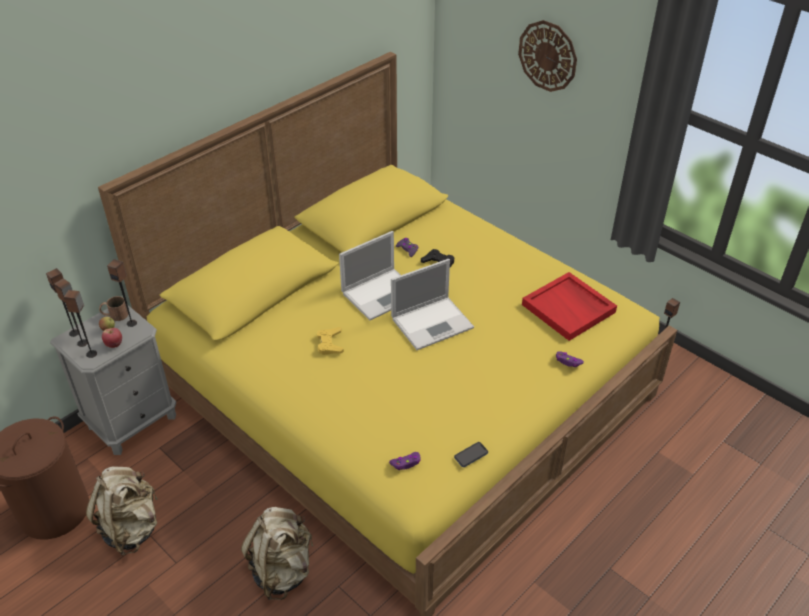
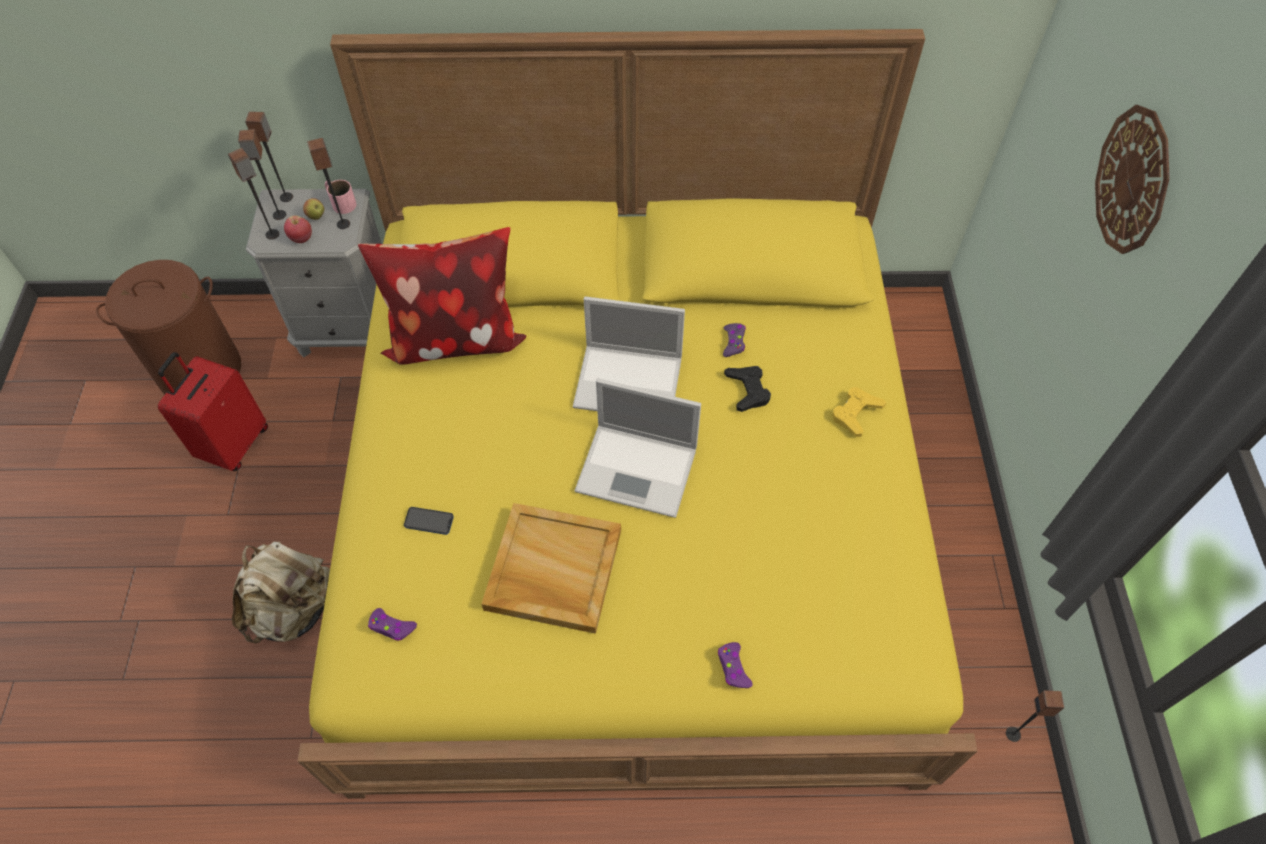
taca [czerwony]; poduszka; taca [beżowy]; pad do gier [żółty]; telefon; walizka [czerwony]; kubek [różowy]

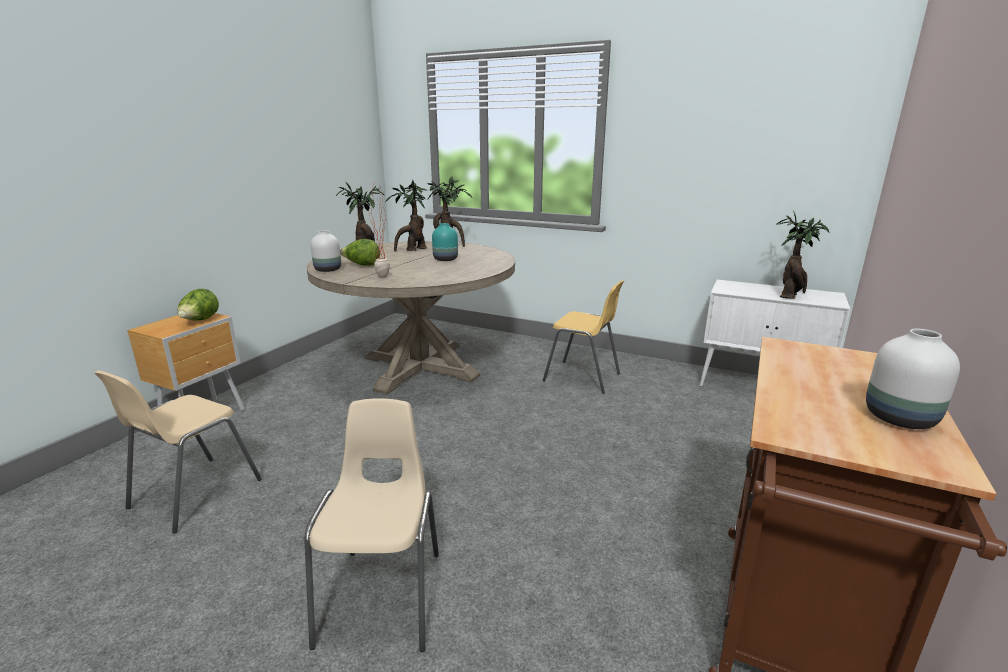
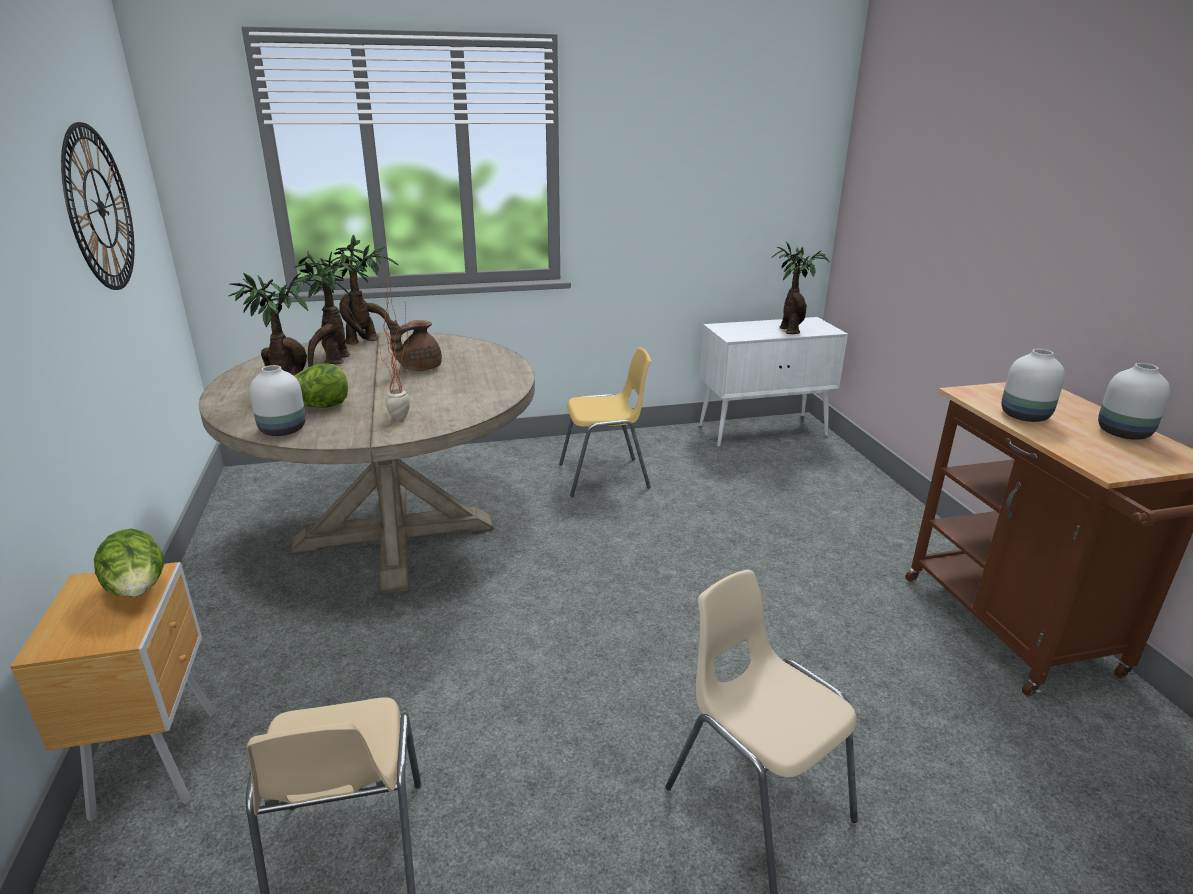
zegar ścienny; wazon [biały] (no. 2 from left); imbryk [brązowy]

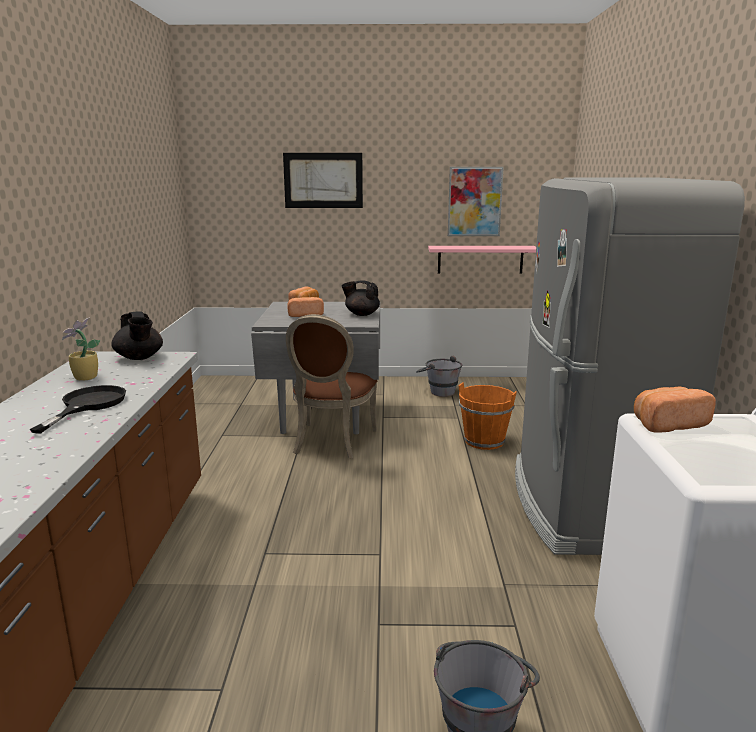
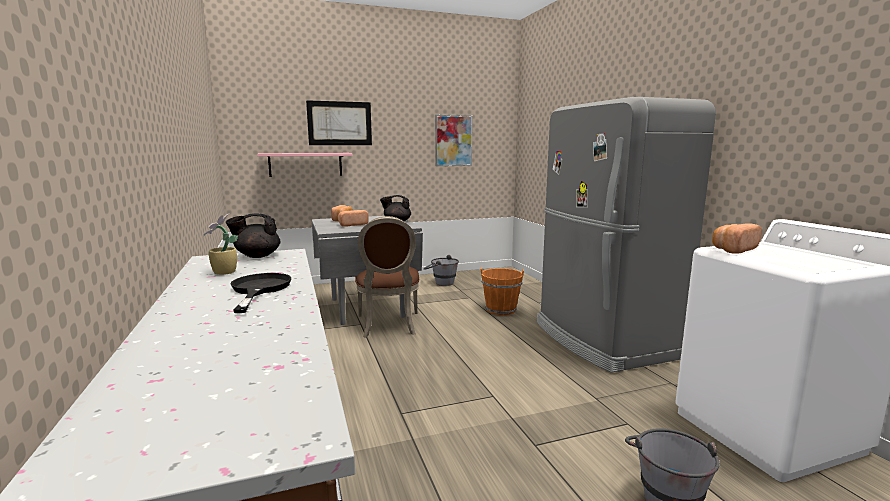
półka [różowy]; imbryk [czarny] (no. 1 from left)

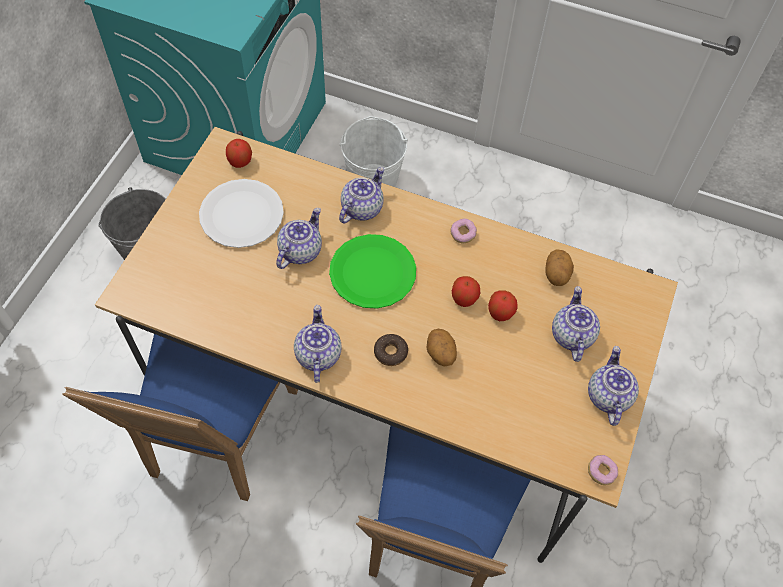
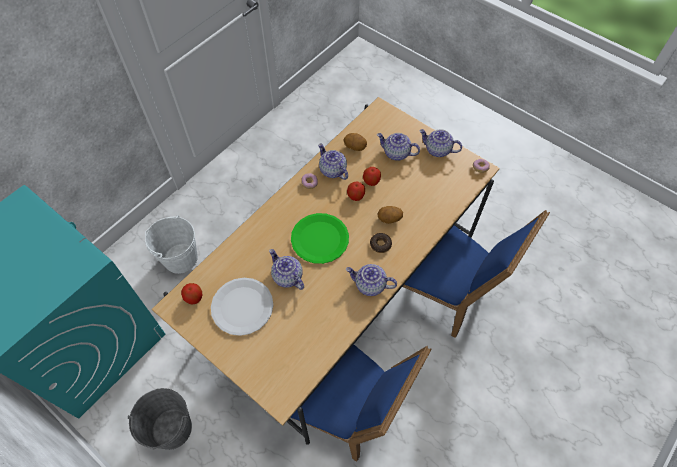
imbryk (no. 2 from left)

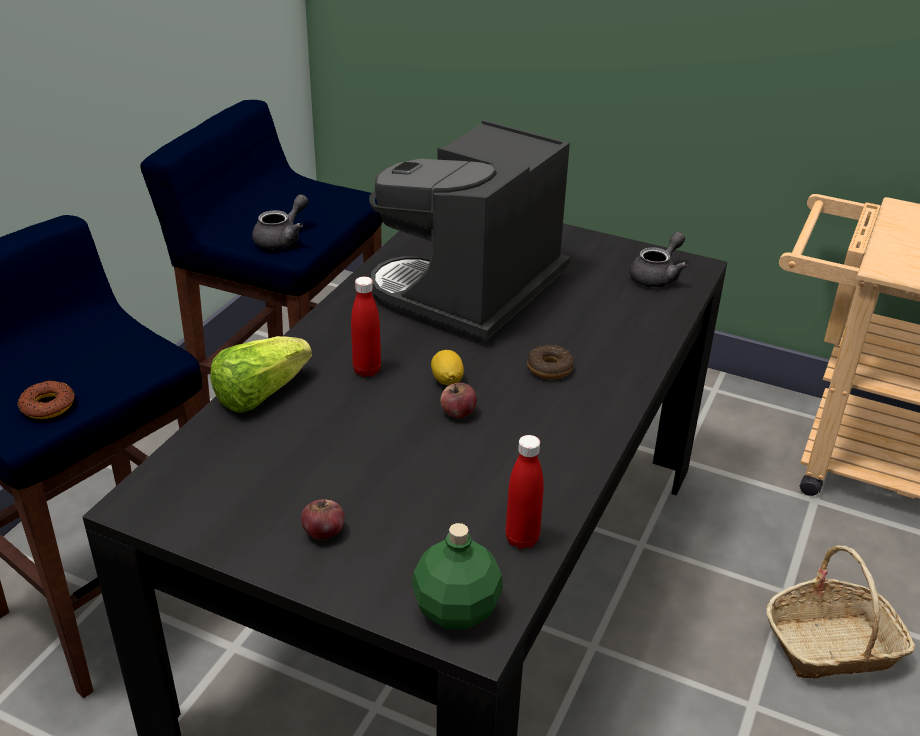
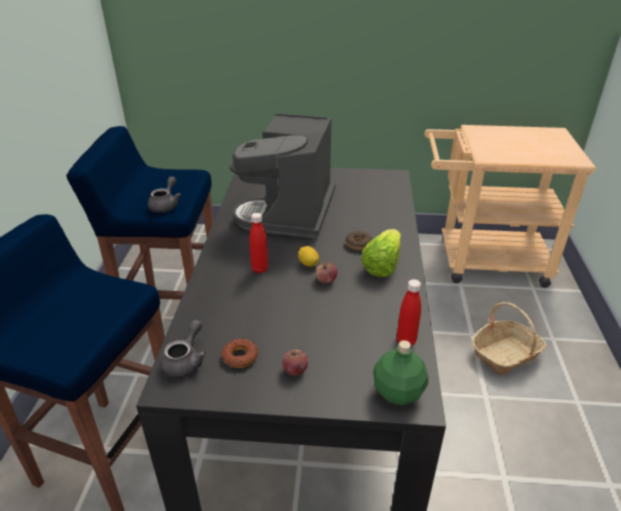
donut (no. 1 from left); sałata; imbryk [szary] (no. 2 from left)

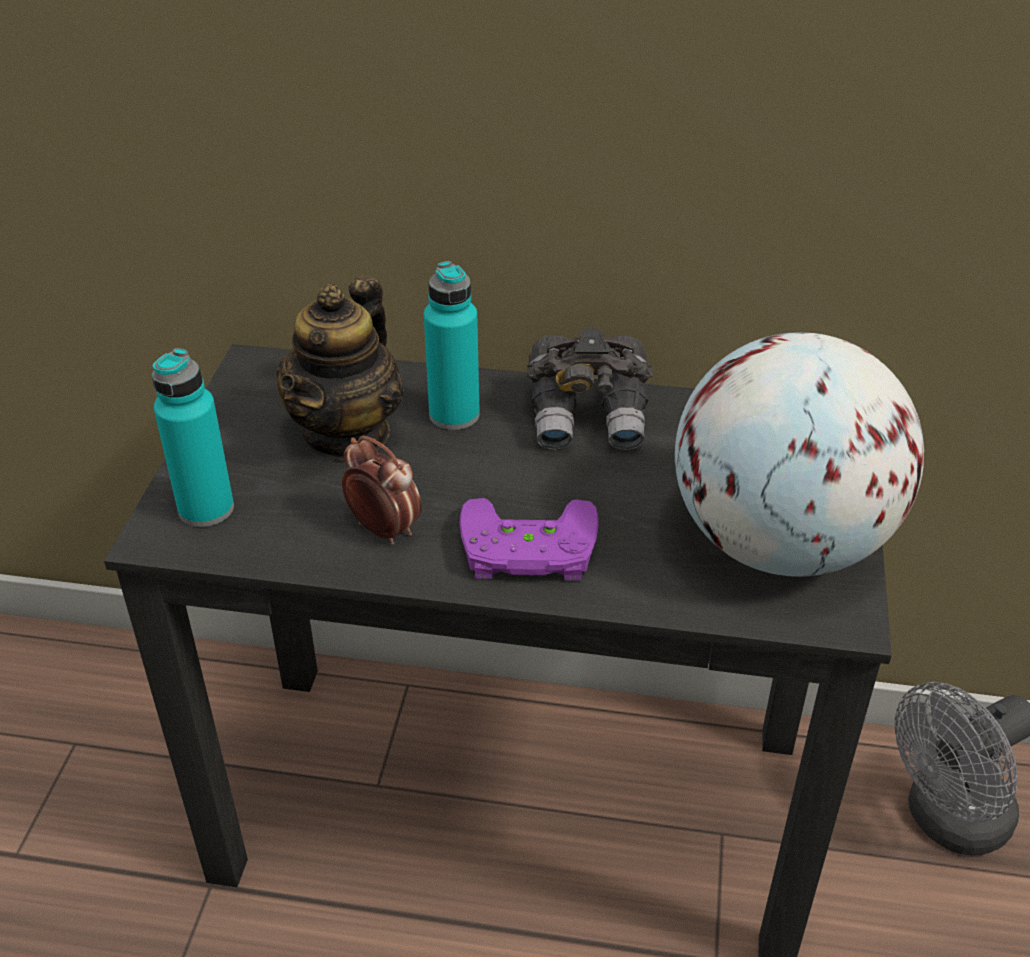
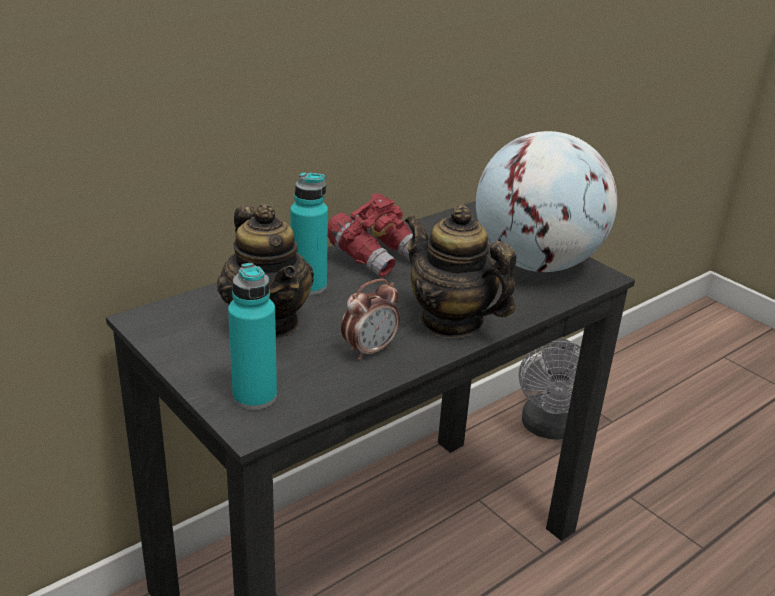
imbryk (no. 2 from left); lornetka [czerwony]; budzik

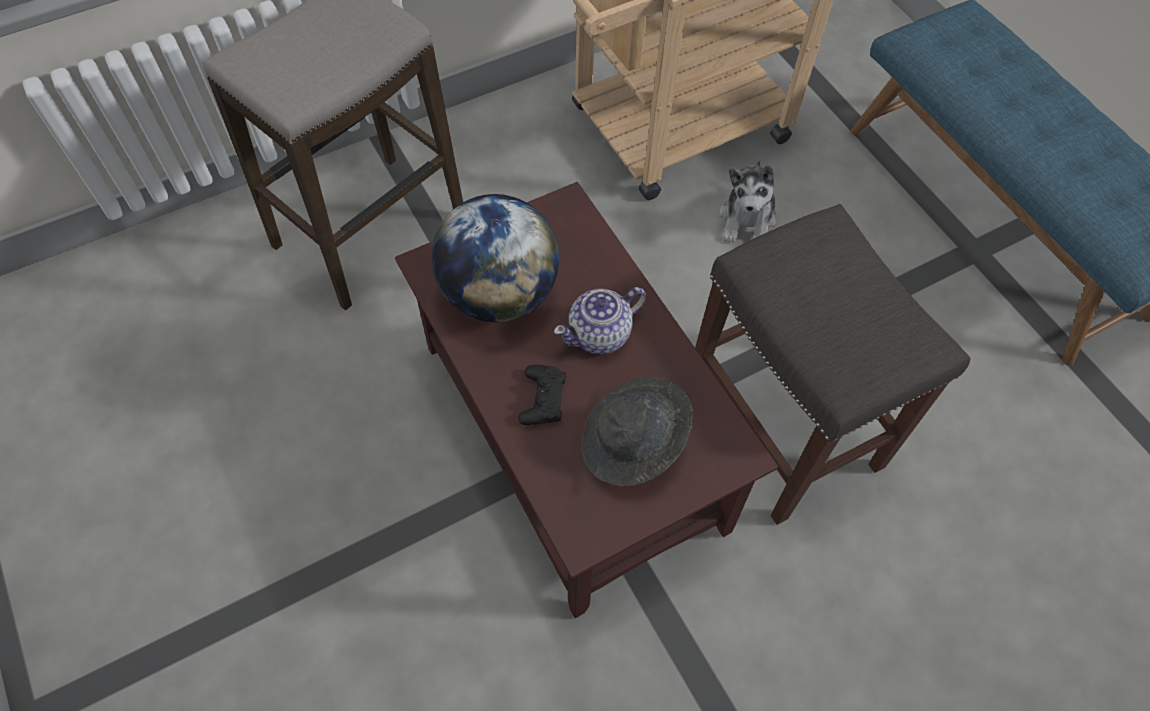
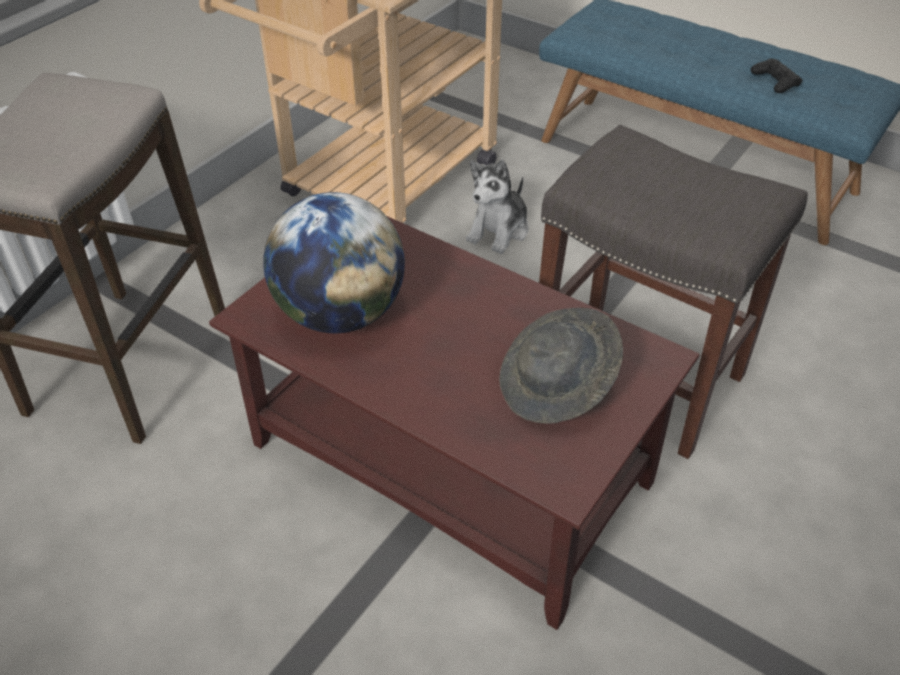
imbryk; pad do gier [czarny]; pluszak

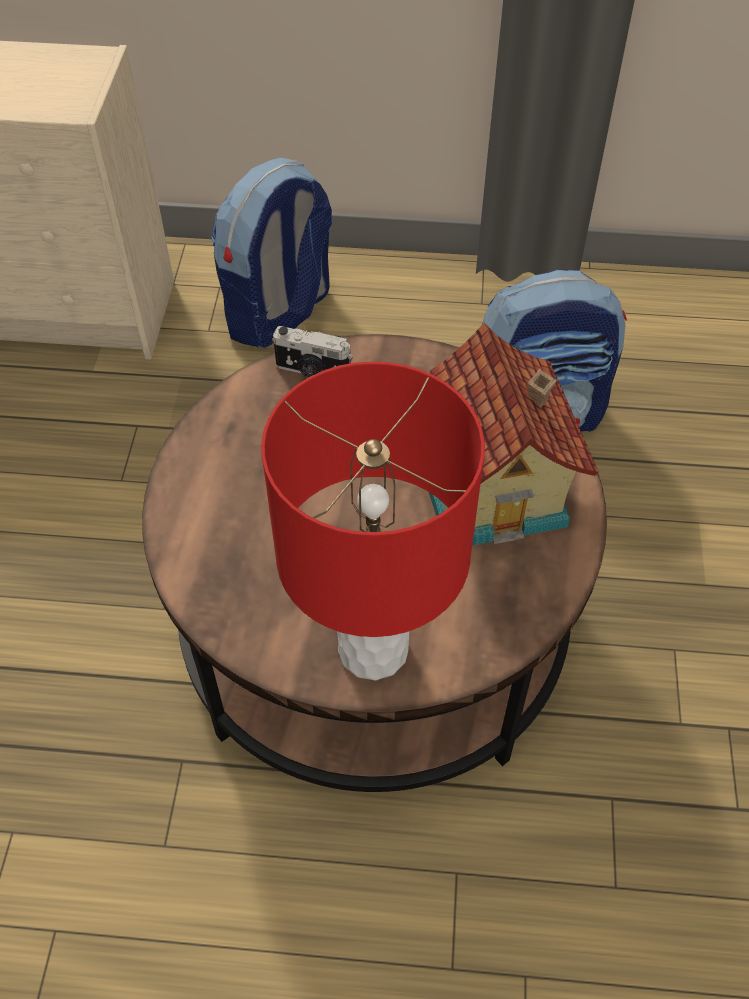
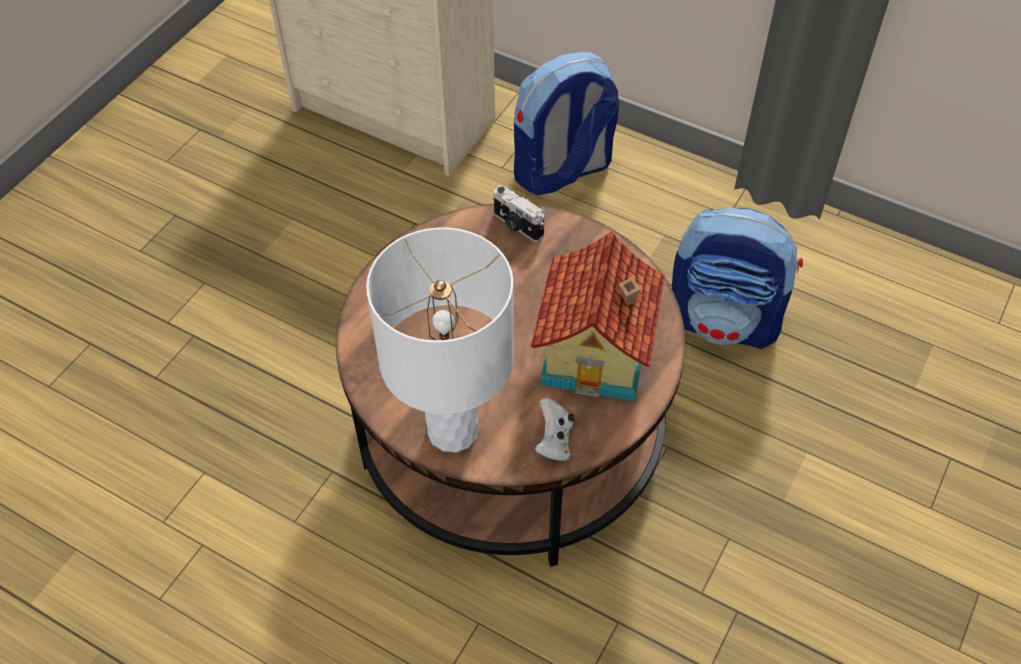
pad do gier [biały]; lampa stołowa [biały]

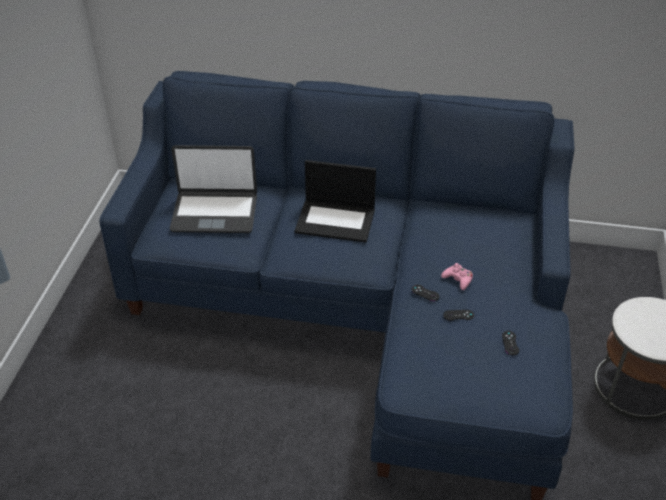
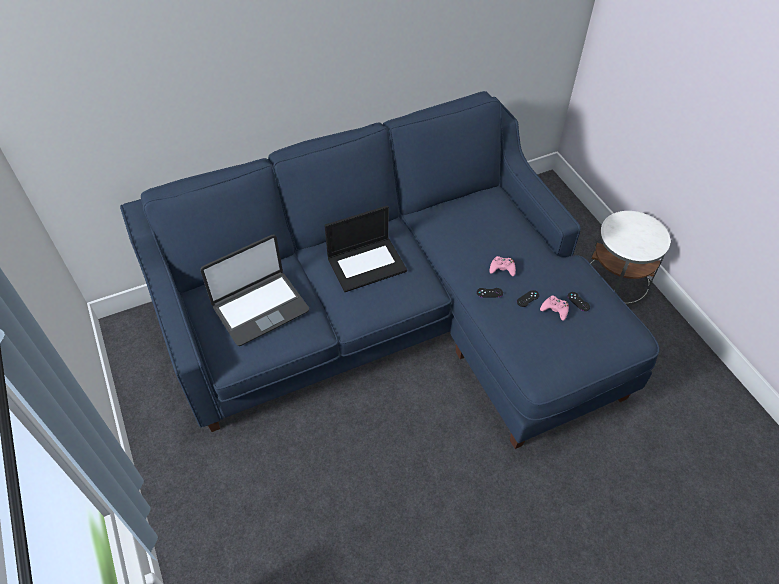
pad do gier [różowy] (no. 2 from left)

